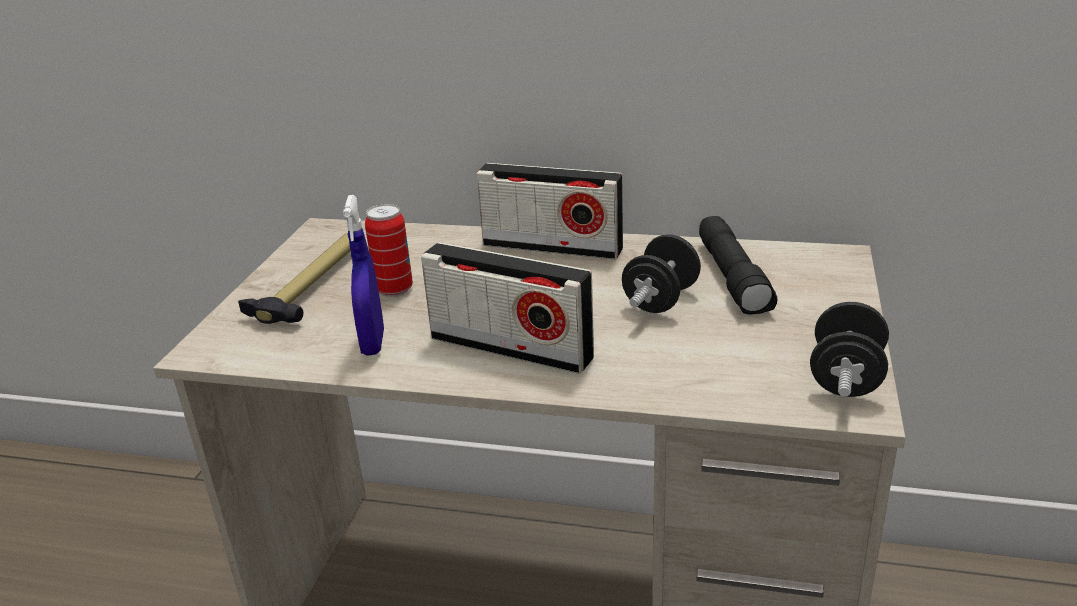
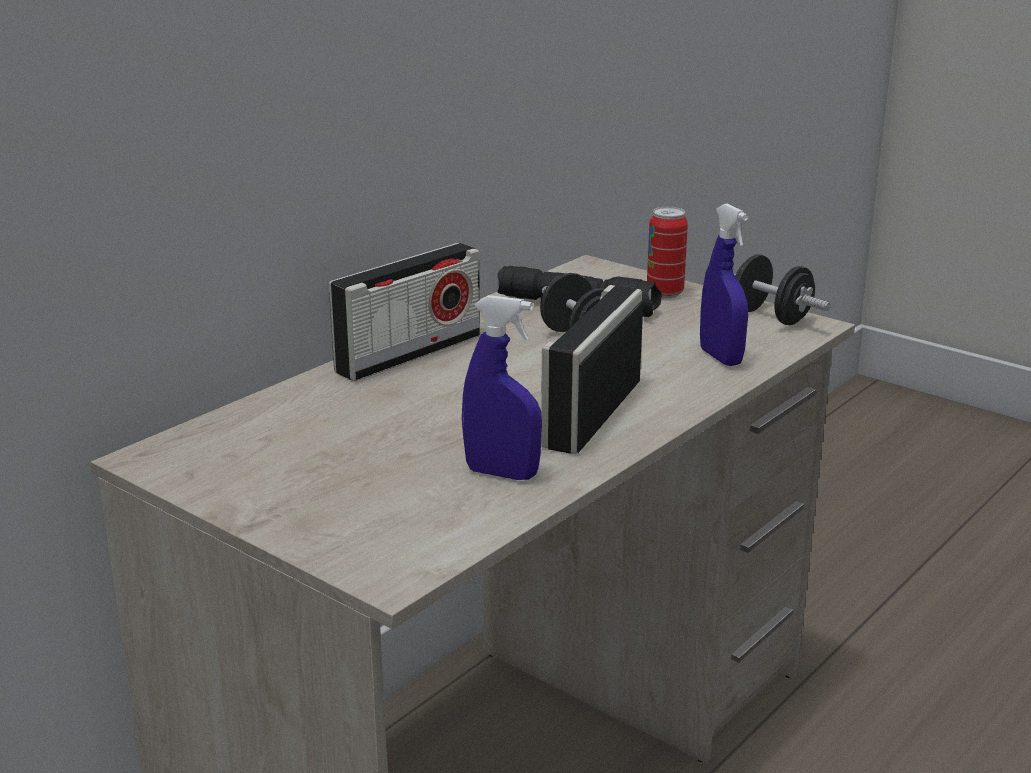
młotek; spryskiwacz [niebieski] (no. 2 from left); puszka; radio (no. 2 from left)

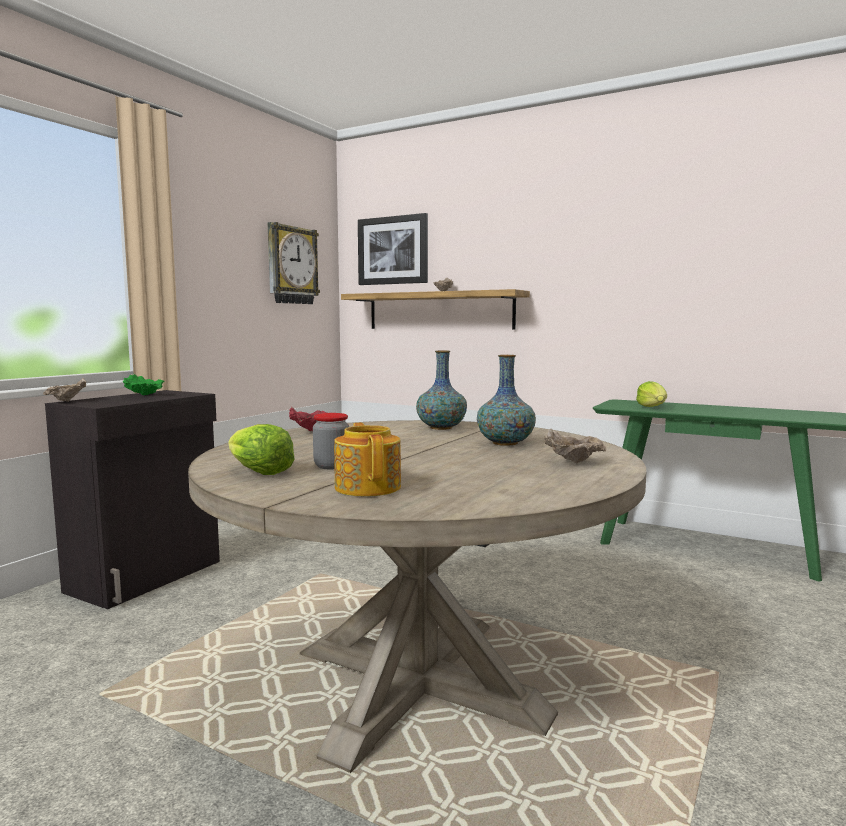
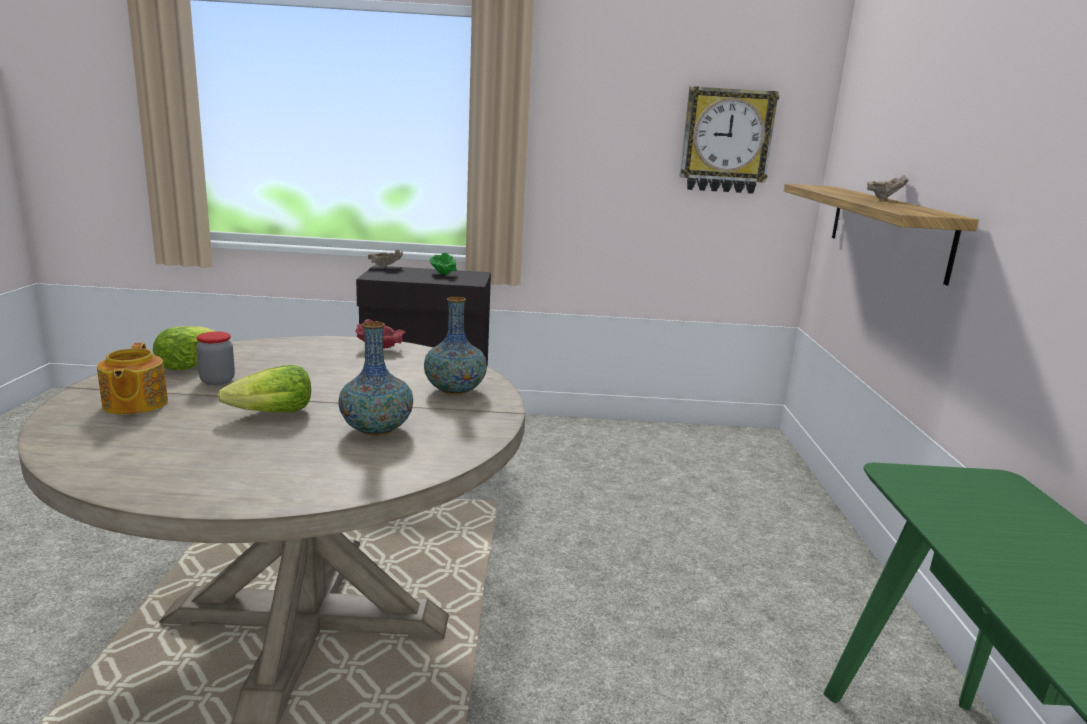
obraz; miska [beżowy] (no. 3 from left in the first image); sałata (no. 2 from left); imbryk

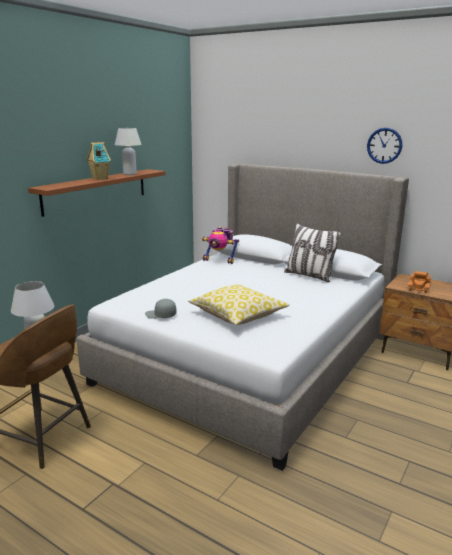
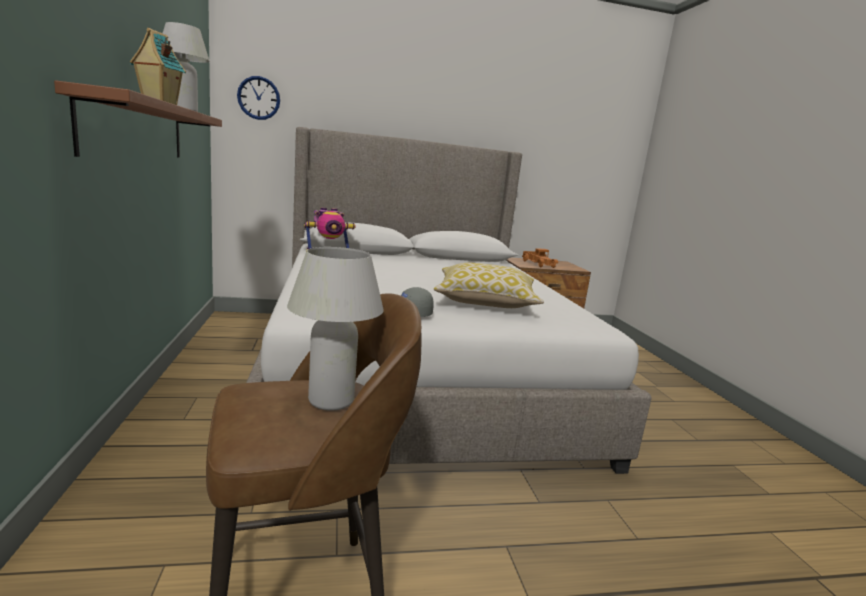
poduszka (no. 2 from left in the first image); zegar ścienny

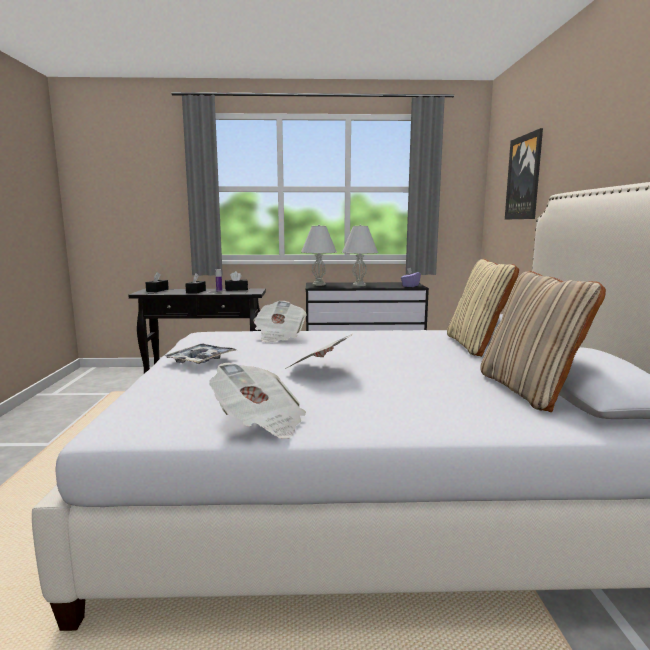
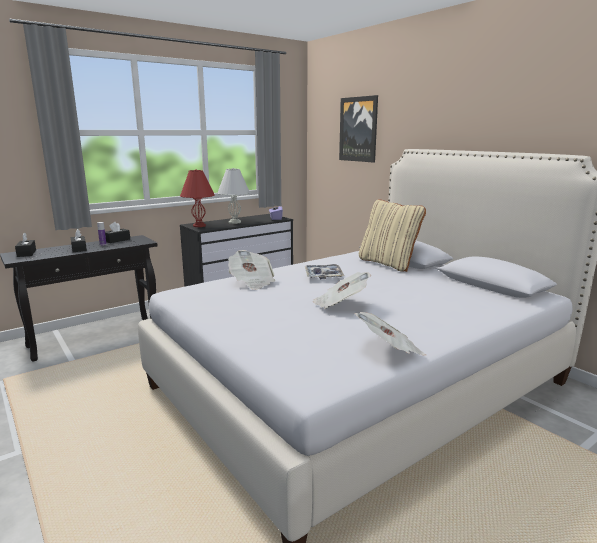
poduszka [beżowy] (no. 2 from left in the first image); taca; lampa stołowa [czerwony]

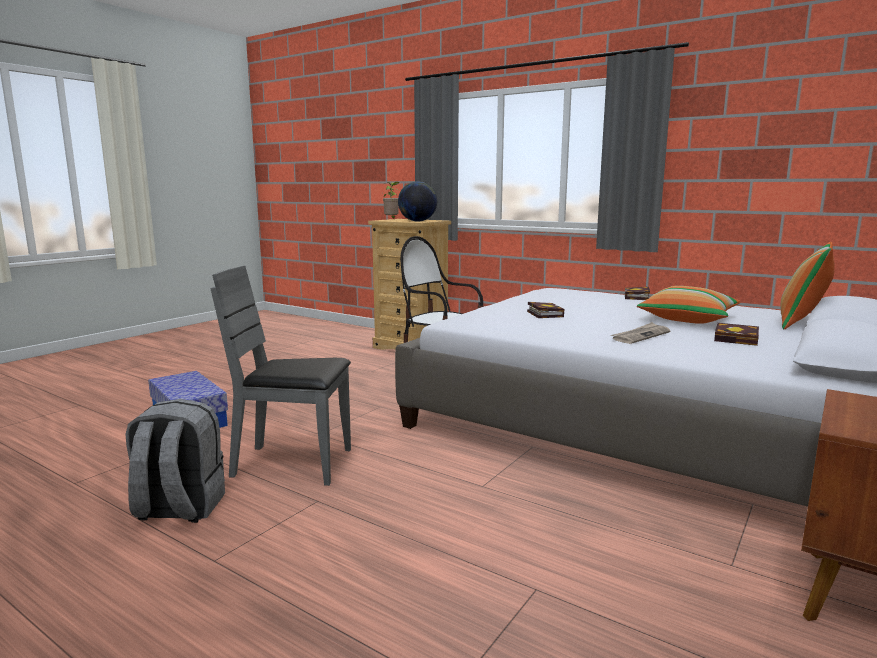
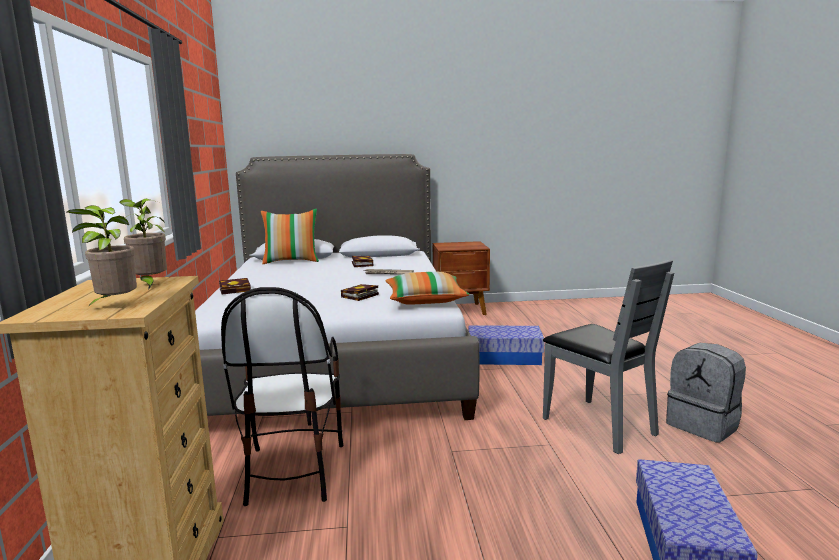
pojemnik do przechowywania (no. 1 from left); poduszka (no. 2 from left); roślina doniczkowa (no. 2 from left)

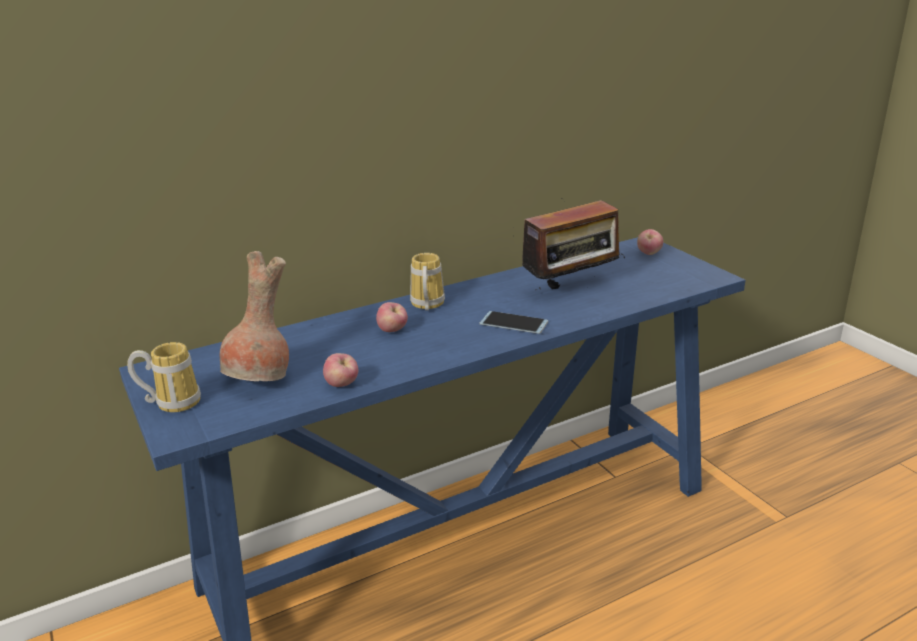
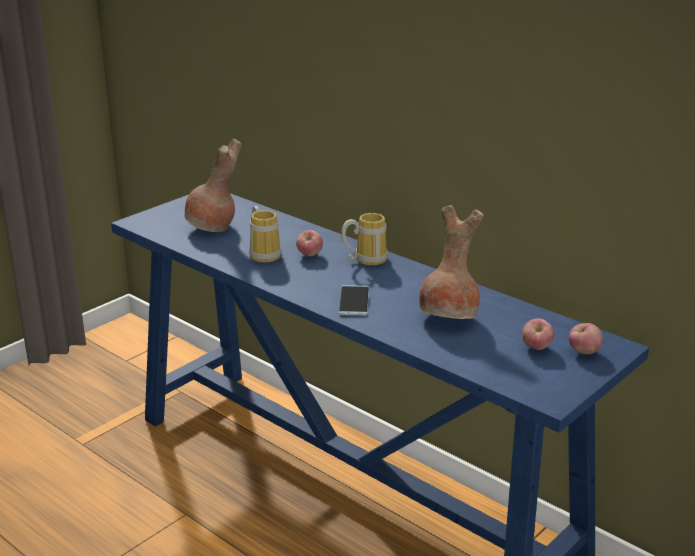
kubek (no. 1 from left); jabłko (no. 2 from left); wazon [brązowy] (no. 2 from left)

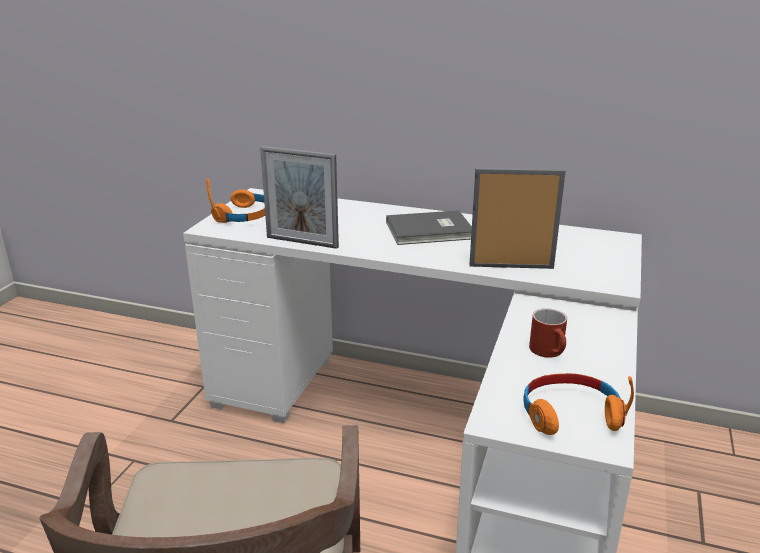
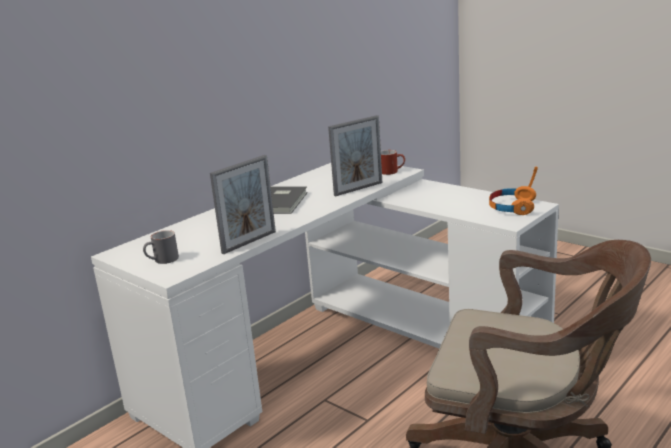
kubek [czerwony]; kubek [szary]; ramka na zdjęcie (no. 2 from left)

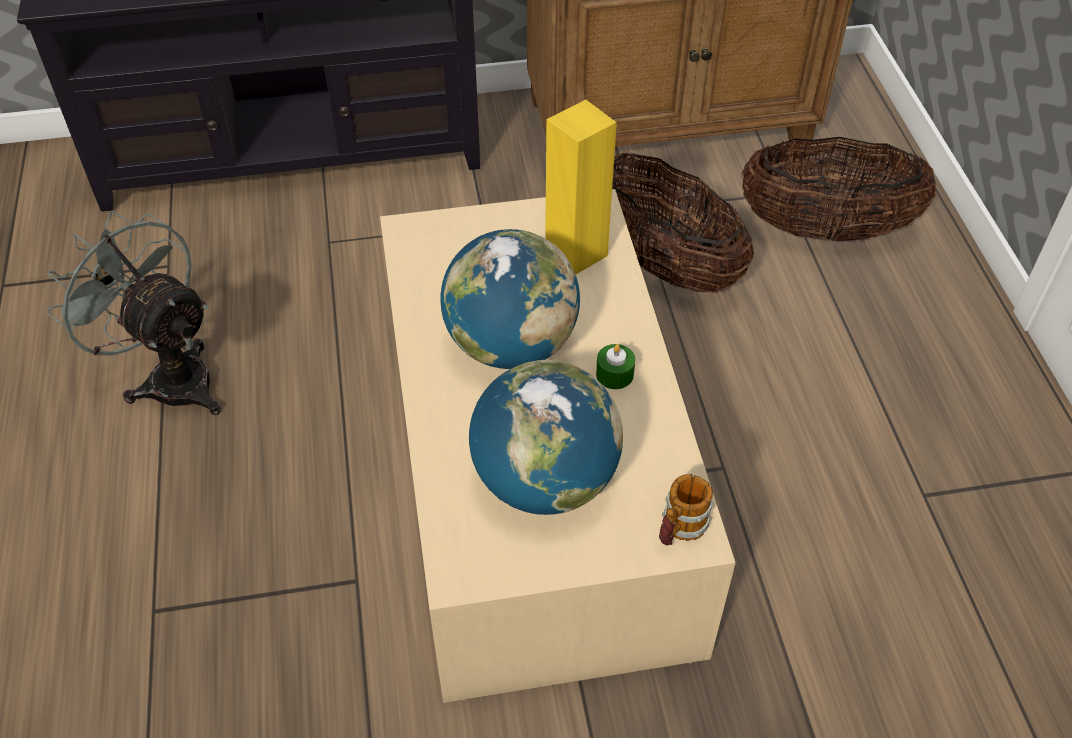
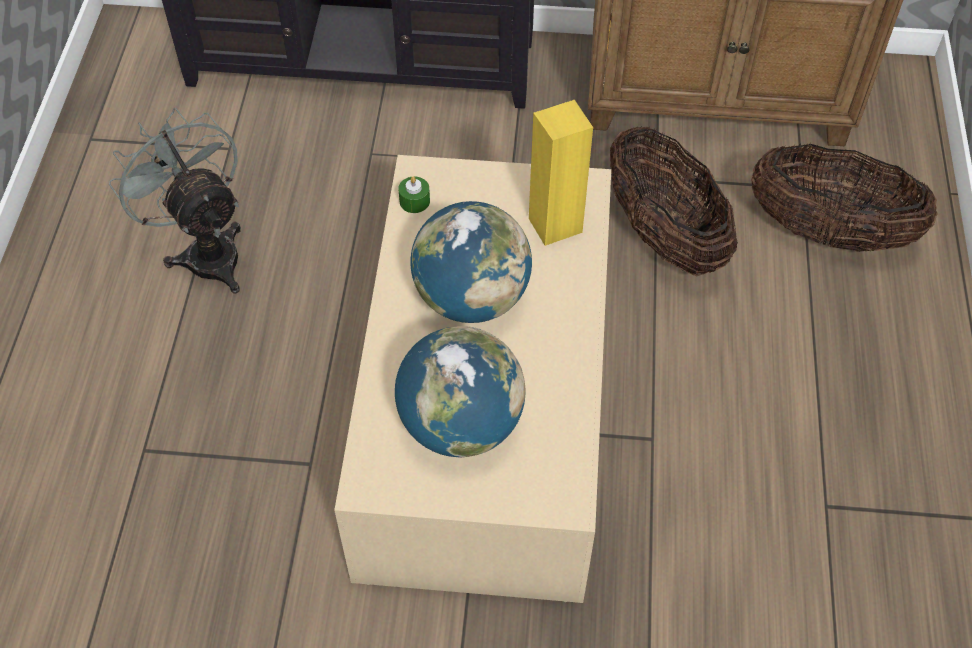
kubek; świeca [zielony]

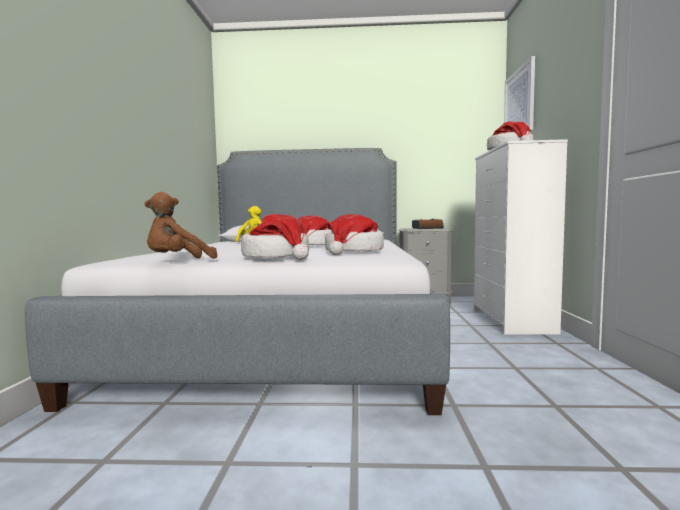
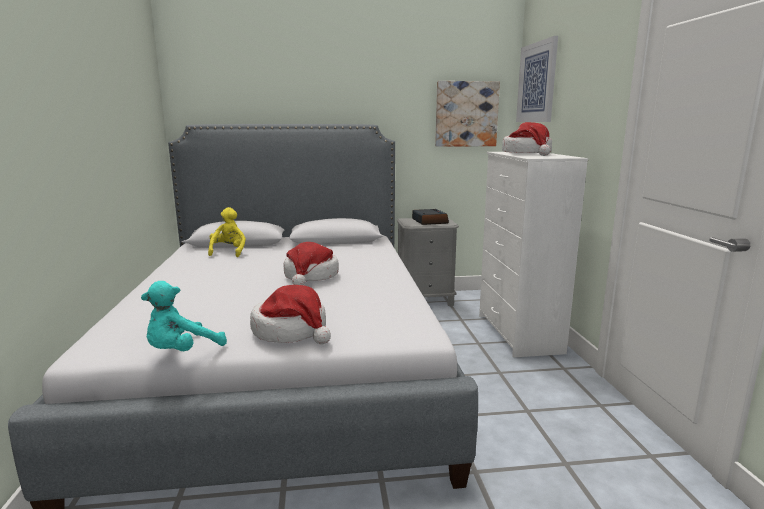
kapelusz (no. 3 from left in the first image); obraz (no. 1 from left); pluszak [turkusowy]

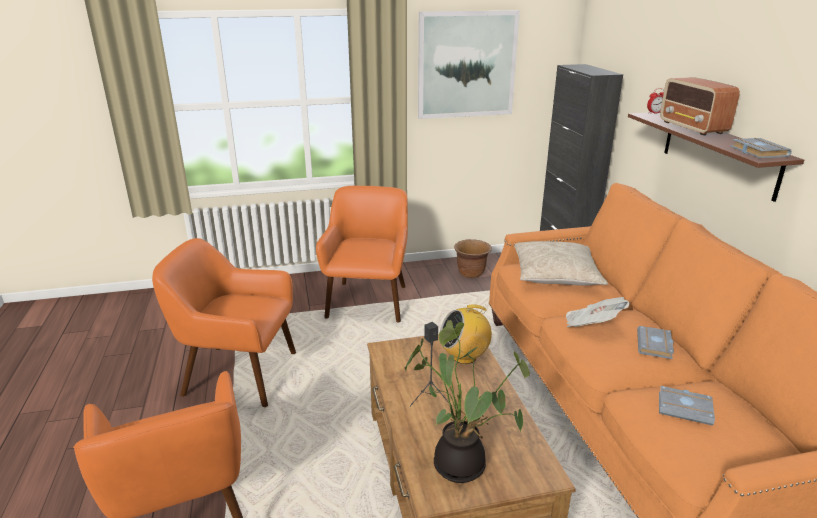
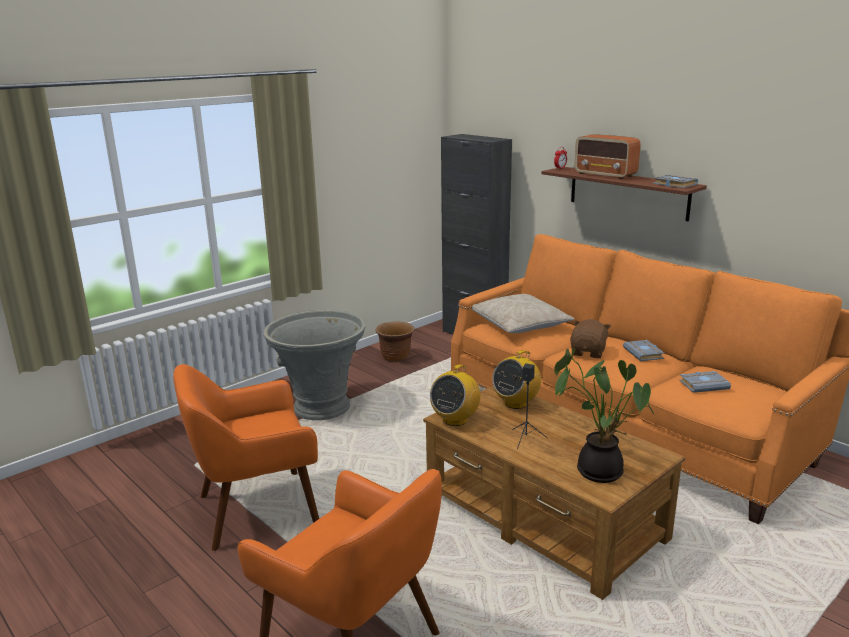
obraz; radio (no. 1 from left); donica [szary]; pluszak [brązowy]

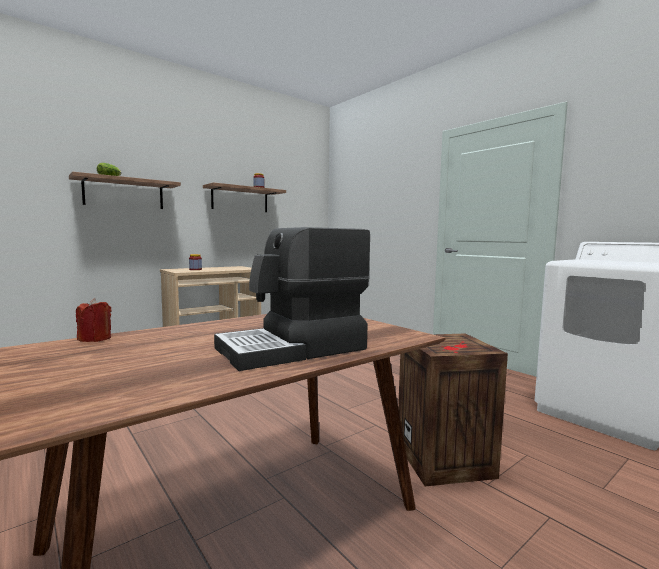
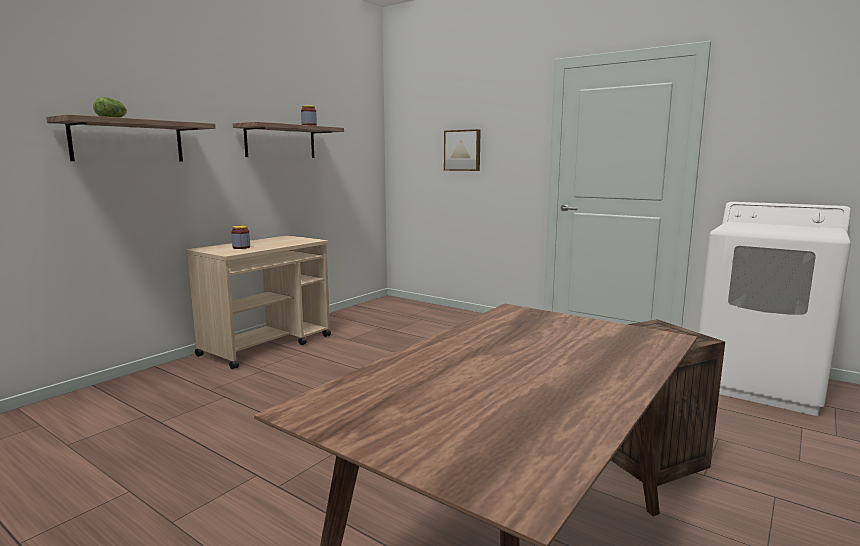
świeca [czerwony]; ekspres do kawy; obraz

